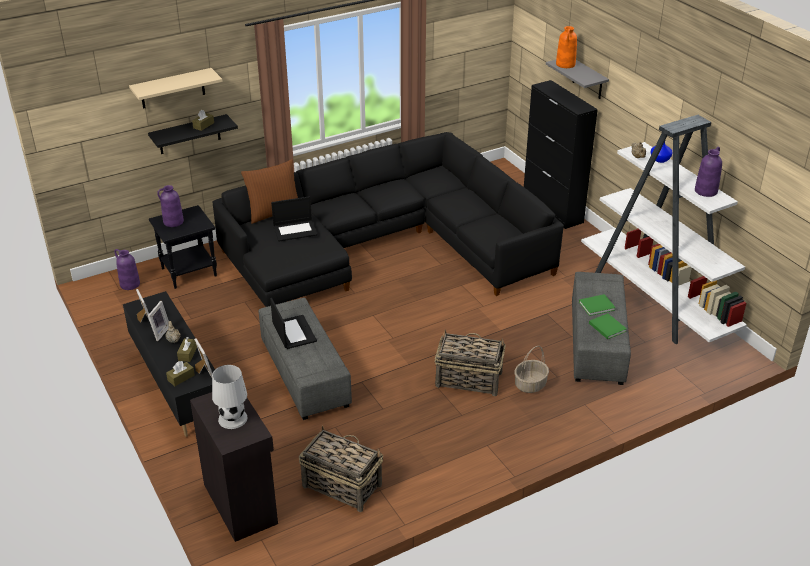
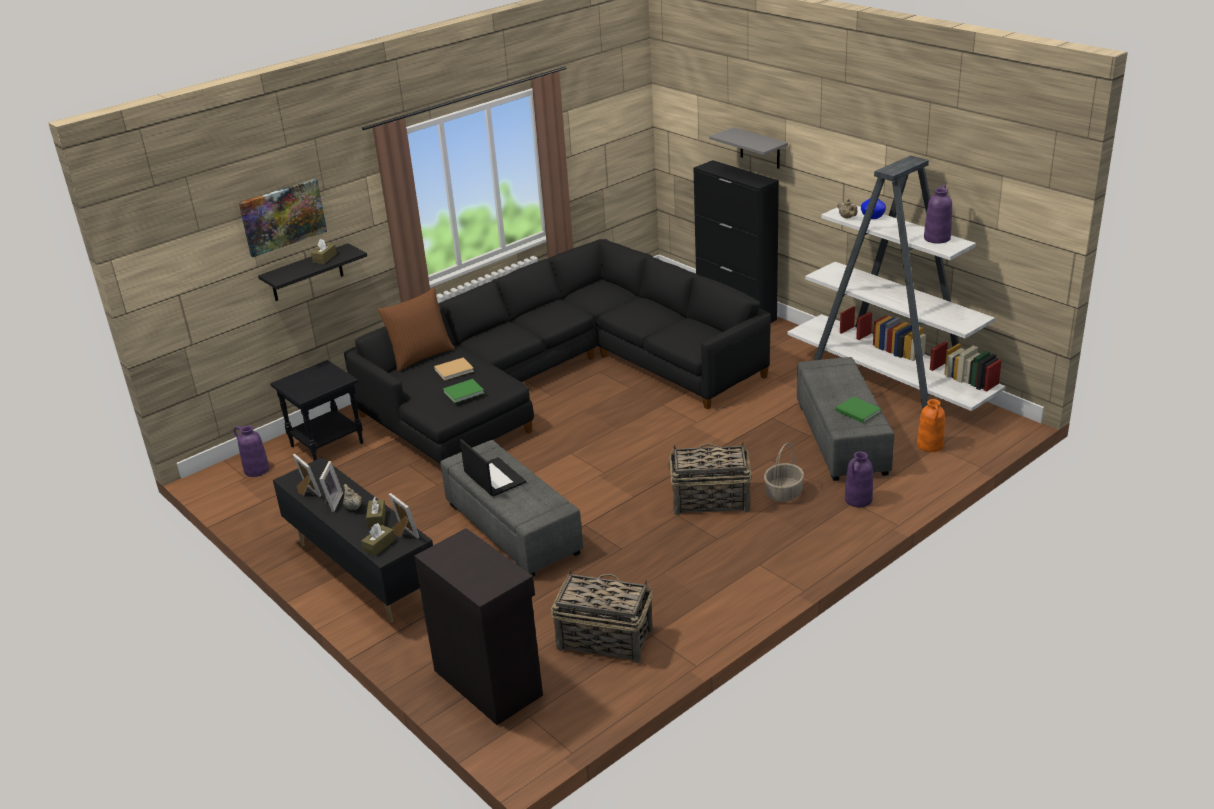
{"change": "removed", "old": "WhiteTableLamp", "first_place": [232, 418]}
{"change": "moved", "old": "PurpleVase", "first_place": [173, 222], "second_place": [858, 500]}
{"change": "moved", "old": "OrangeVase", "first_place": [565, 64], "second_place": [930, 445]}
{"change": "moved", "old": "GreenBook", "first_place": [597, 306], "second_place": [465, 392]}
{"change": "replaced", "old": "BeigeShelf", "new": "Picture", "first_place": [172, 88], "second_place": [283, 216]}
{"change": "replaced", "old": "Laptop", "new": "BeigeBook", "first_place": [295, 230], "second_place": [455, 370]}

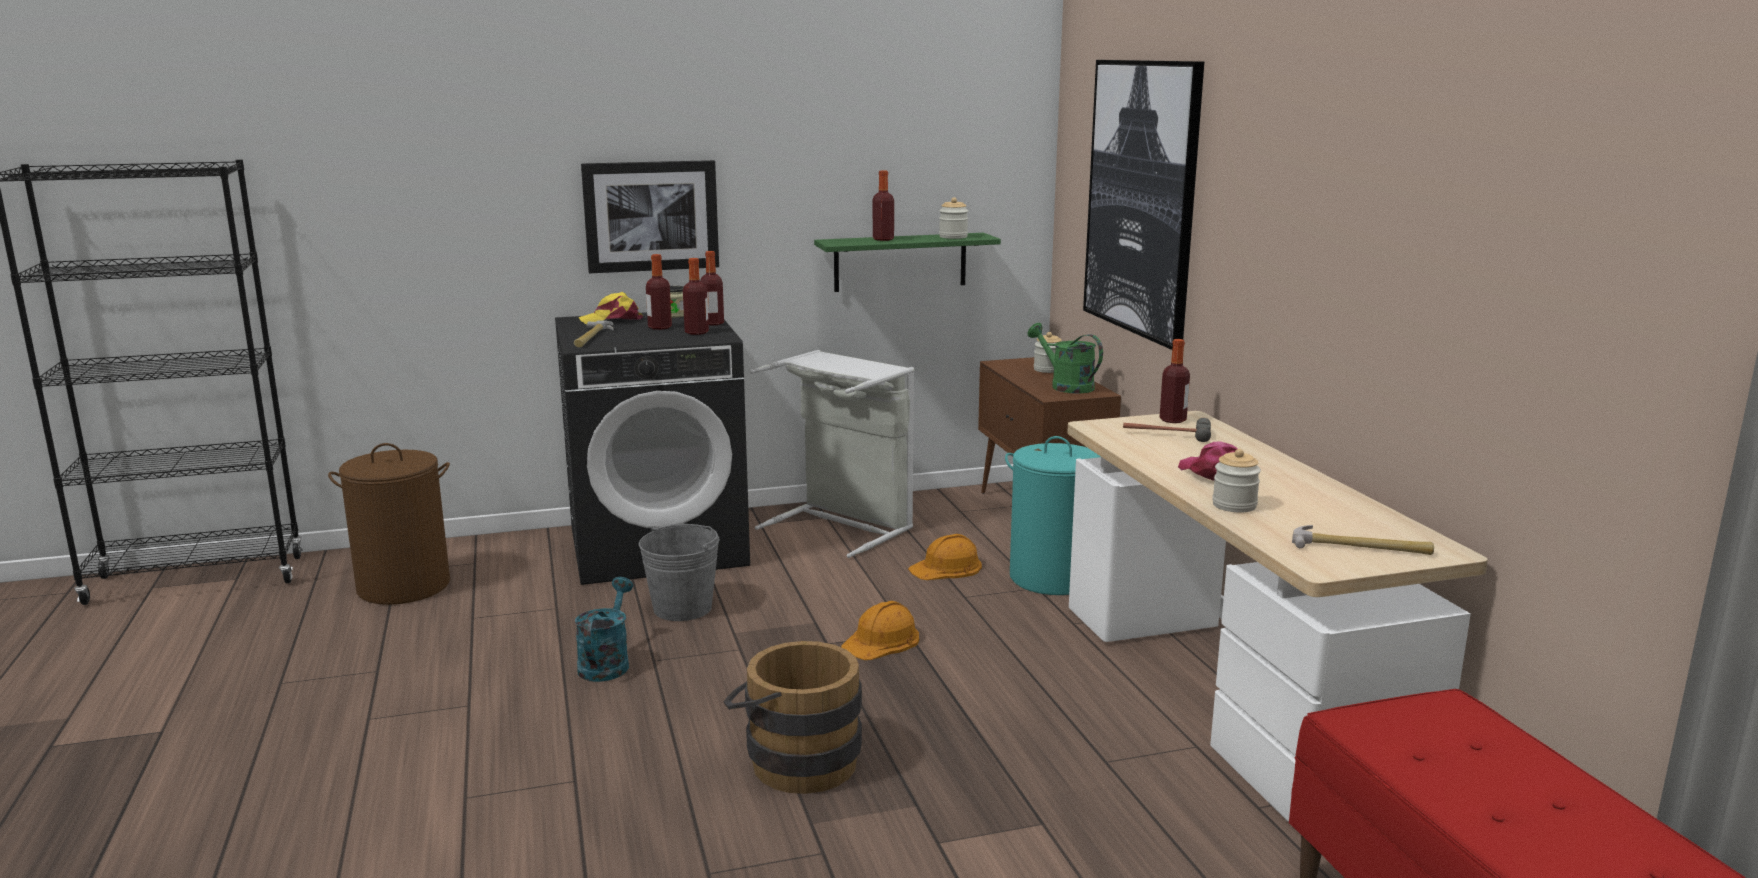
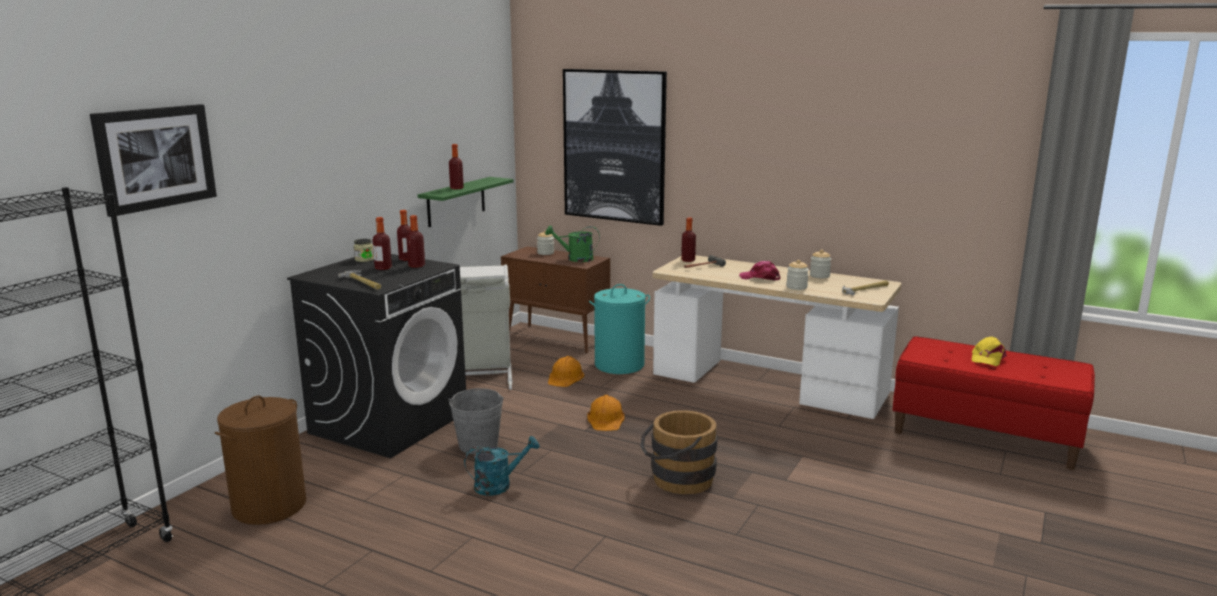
{"change": "moved", "old": "YellowCap", "first_place": [612, 320], "second_place": [987, 358]}
{"change": "moved", "old": "Picture", "first_place": [651, 216], "second_place": [155, 158]}
{"change": "moved", "old": "Jar", "first_place": [953, 237], "second_place": [819, 276]}
{"change": "turned", "old": "TurquoiseWateringCan", "first_place": [606, 663], "second_place": [499, 485], "degrees": 105}

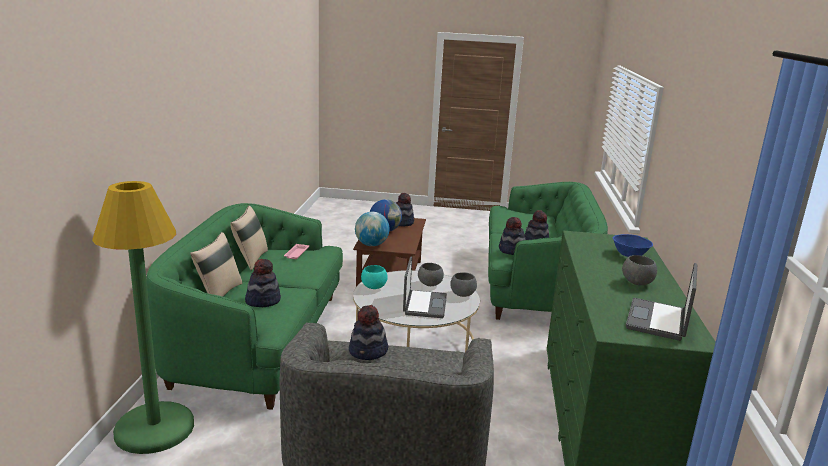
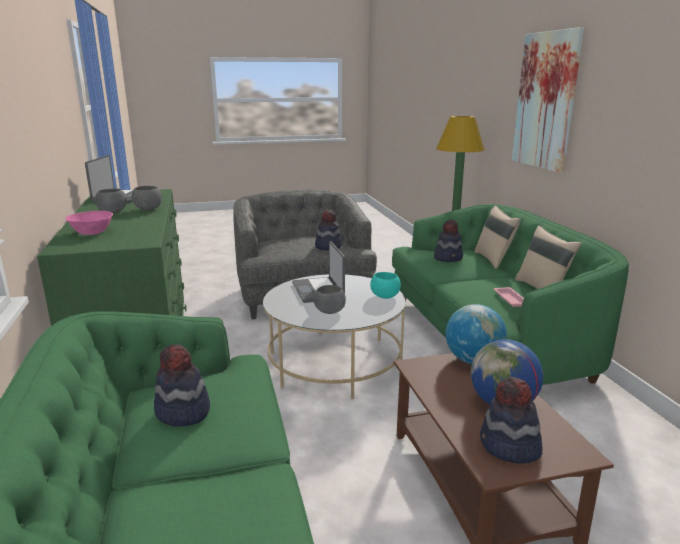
{"change": "removed", "old": "Hat", "first_place": [512, 251]}
{"change": "added", "new": "Picture", "second_place": [546, 101]}
{"change": "moved", "old": "GreyBowl", "first_place": [463, 294], "second_place": [148, 209]}
{"change": "recoloured", "old": "BlueBowl", "new": "PinkBowl", "first_place": [630, 254], "second_place": [91, 232]}

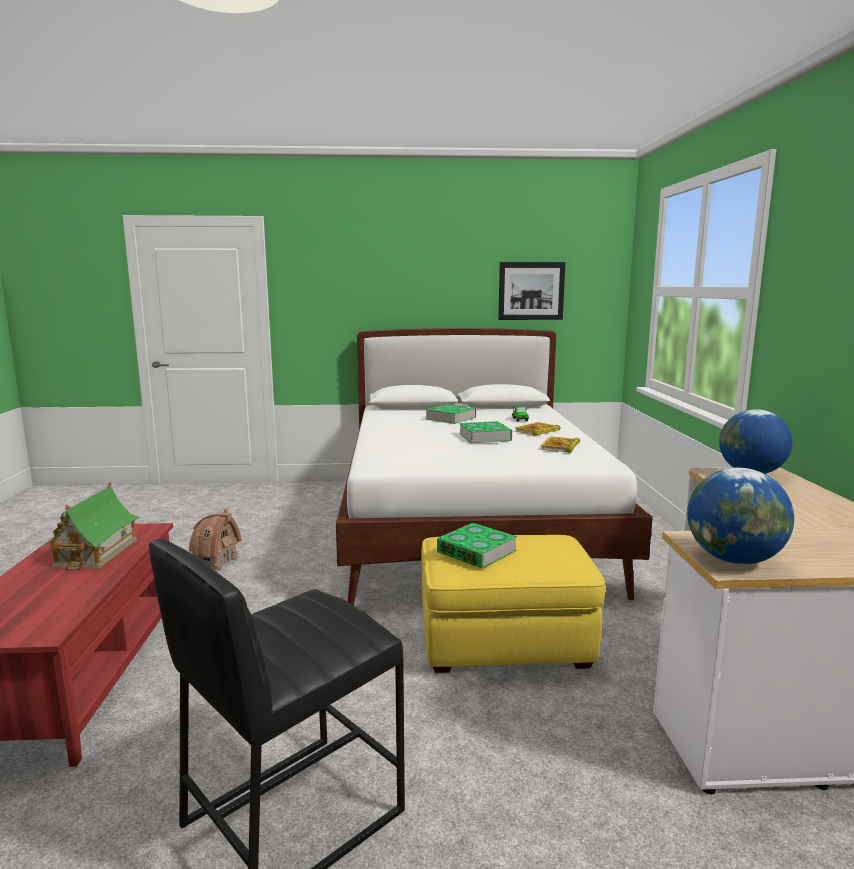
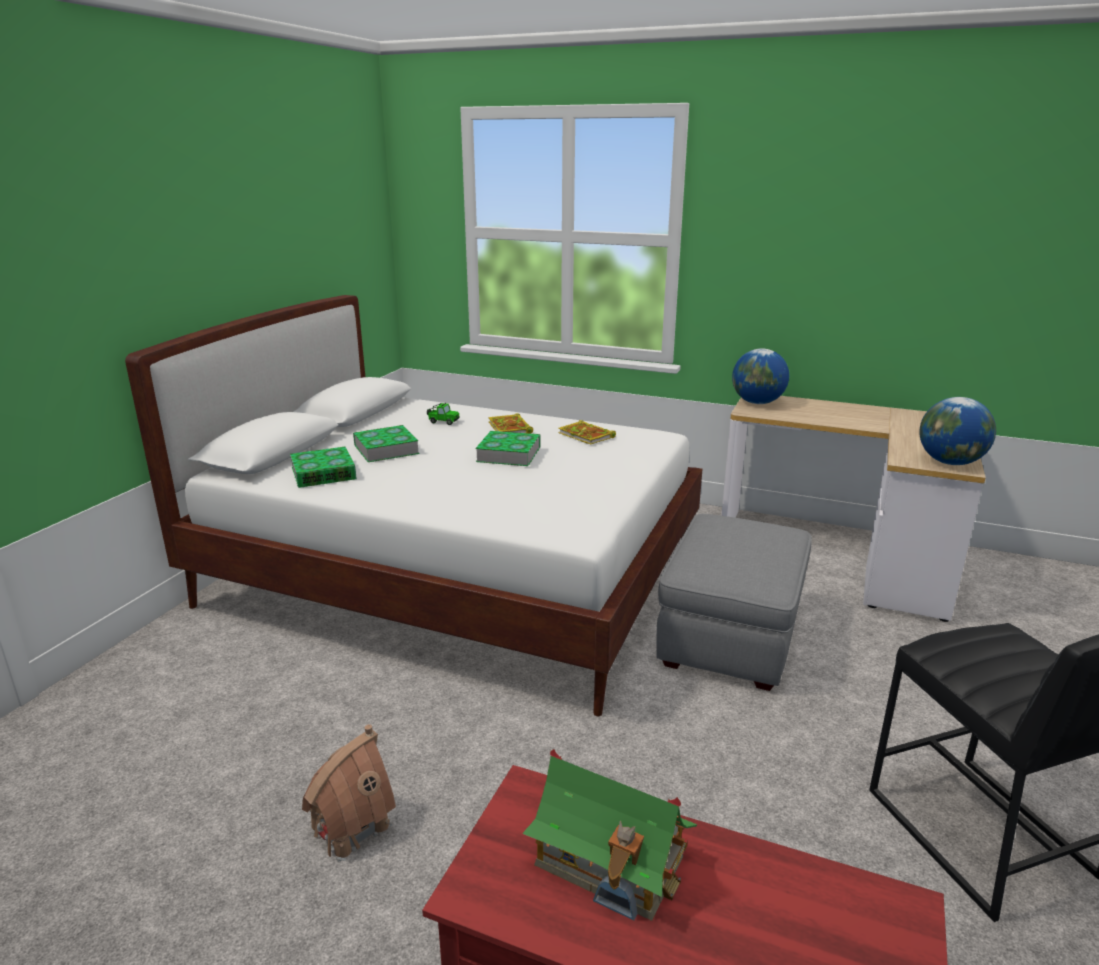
{"change": "removed", "old": "Picture", "first_place": [531, 291]}
{"change": "moved", "old": "Book", "first_place": [476, 551], "second_place": [323, 473]}
{"change": "recoloured", "old": "YellowOttoman", "new": "GreyOttoman", "first_place": [505, 642], "second_place": [731, 635]}

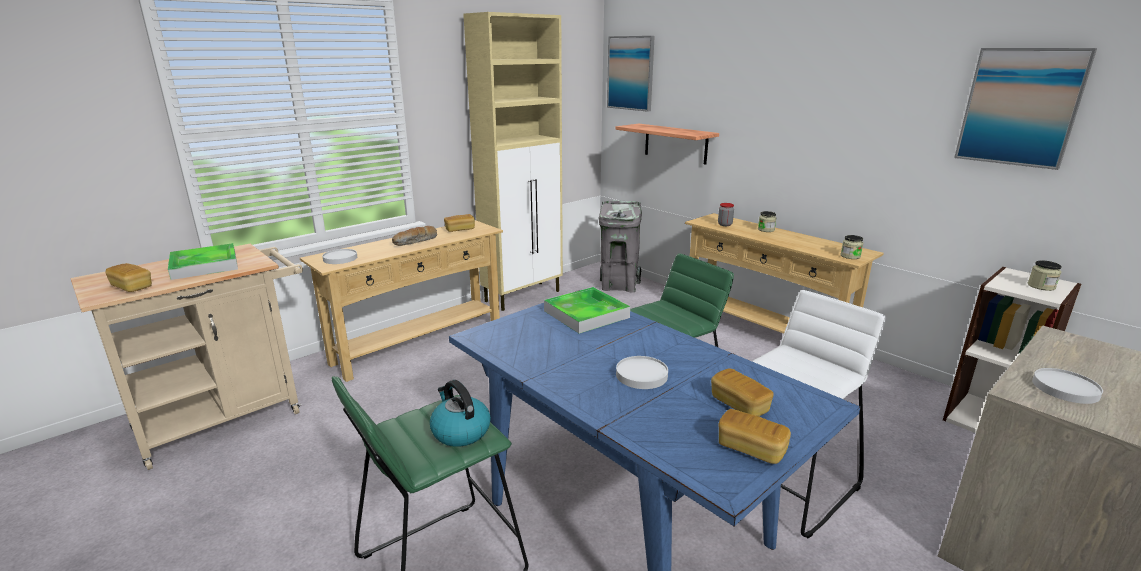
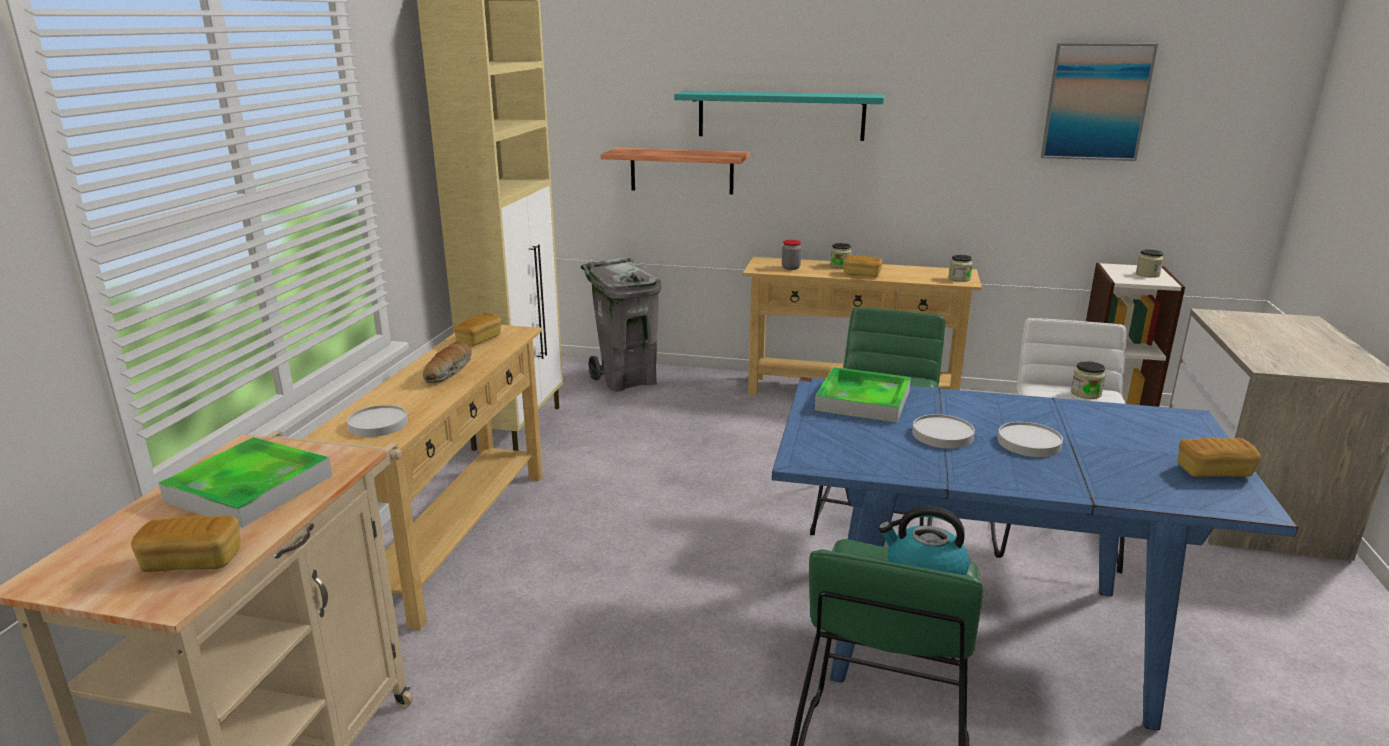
{"change": "removed", "old": "Picture", "first_place": [631, 73]}
{"change": "added", "new": "TurquoiseShelf", "second_place": [780, 115]}
{"change": "added", "new": "Jar", "second_place": [1086, 393]}
{"change": "moved", "old": "Bread", "first_place": [739, 405], "second_place": [862, 274]}
{"change": "moved", "old": "WhitePlate", "first_place": [1065, 388], "second_place": [943, 435]}

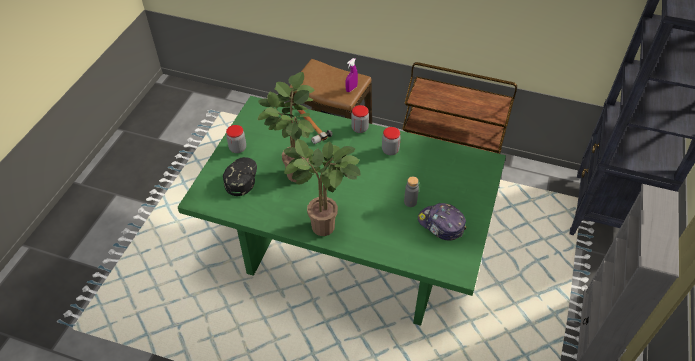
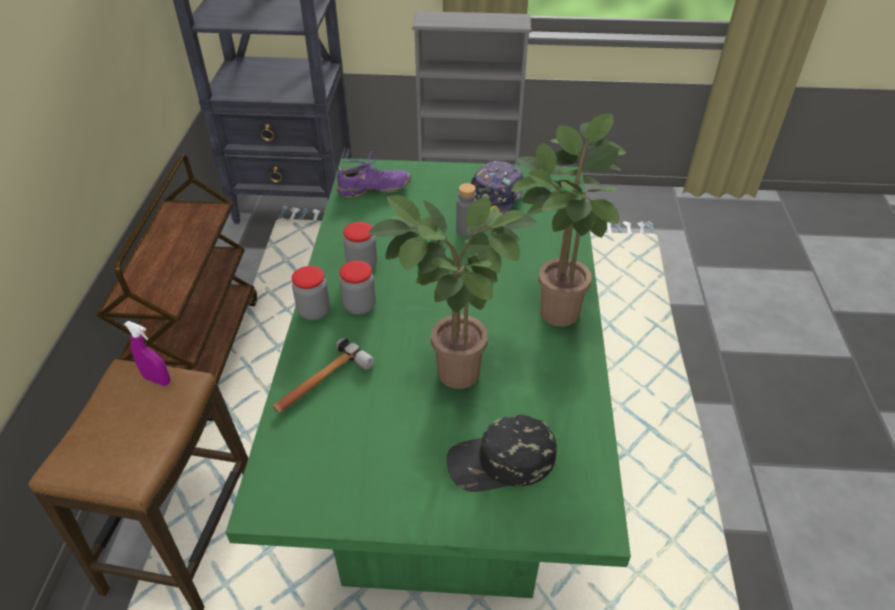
{"change": "added", "new": "PurpleShoe", "second_place": [373, 189]}
{"change": "moved", "old": "Jar", "first_place": [238, 148], "second_place": [359, 306]}

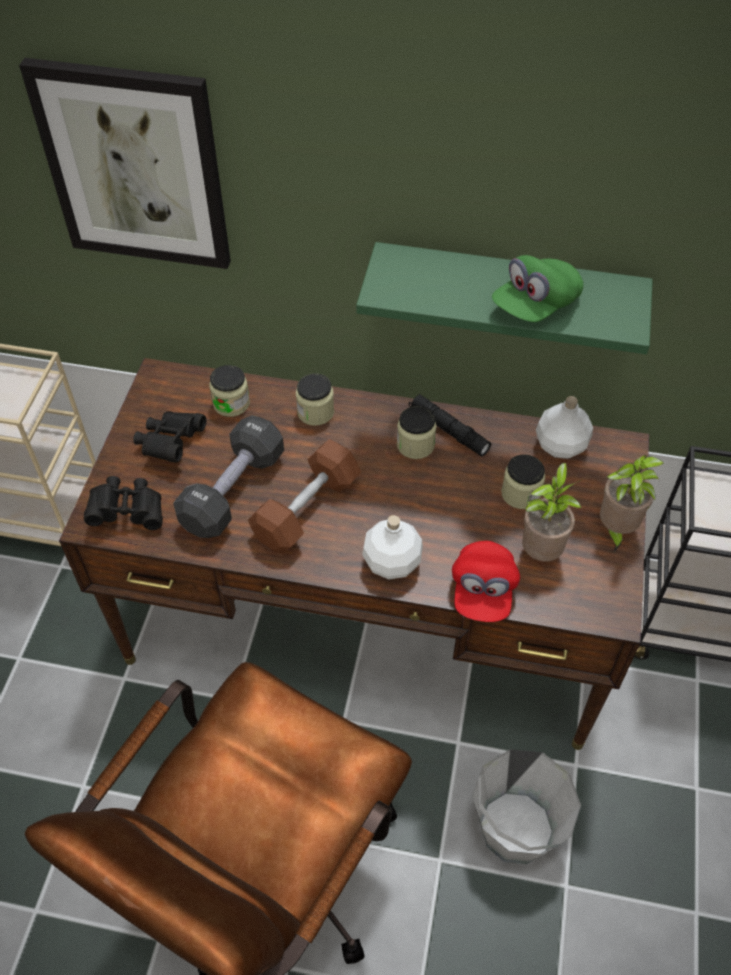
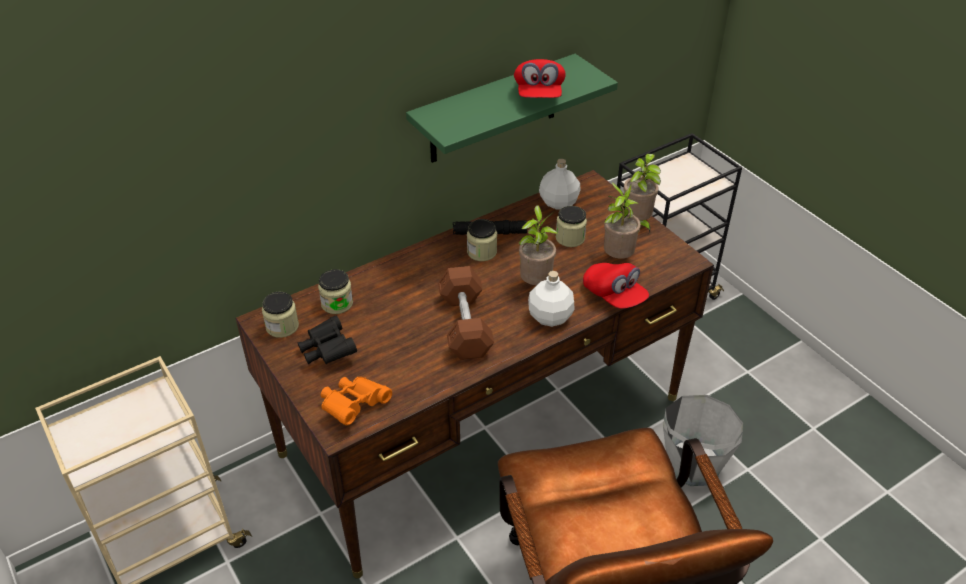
{"change": "removed", "old": "Picture", "first_place": [135, 166]}
{"change": "removed", "old": "BlackDumbbell", "first_place": [233, 491]}
{"change": "added", "new": "PottedPlant", "second_place": [535, 283]}
{"change": "moved", "old": "Jar", "first_place": [315, 412], "second_place": [282, 326]}
{"change": "recoloured", "old": "BlackBinoculars", "new": "OrangeBinoculars", "first_place": [128, 512], "second_place": [354, 406]}
{"change": "recoloured", "old": "GreenCap", "new": "RedCap", "first_place": [535, 305], "second_place": [538, 94]}

